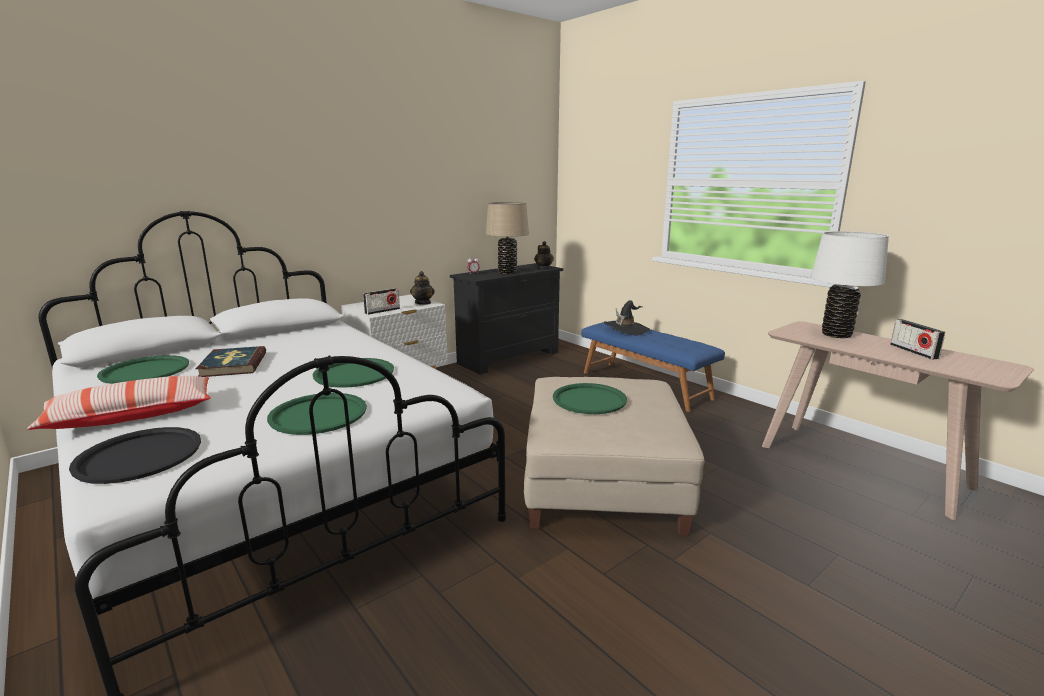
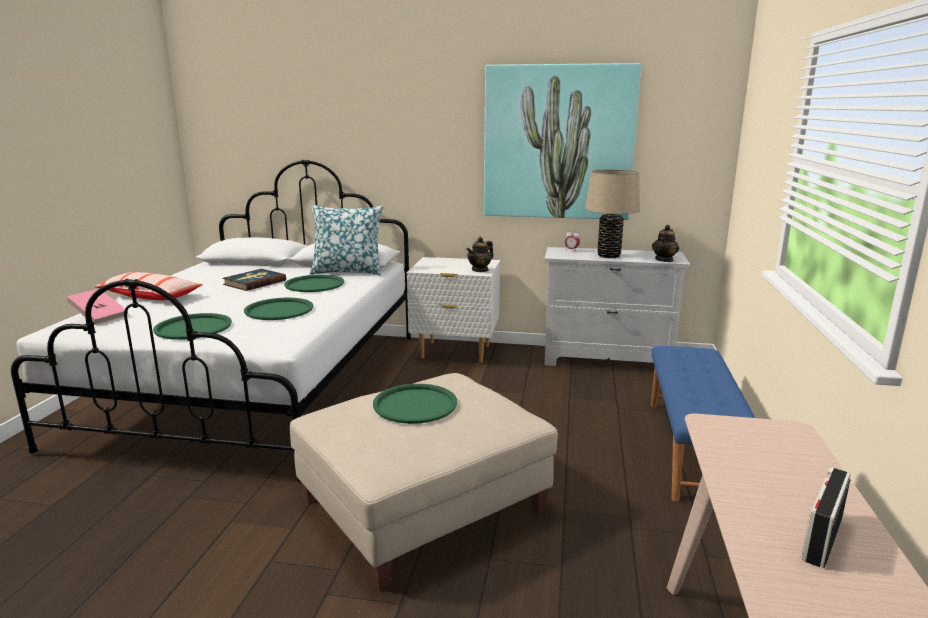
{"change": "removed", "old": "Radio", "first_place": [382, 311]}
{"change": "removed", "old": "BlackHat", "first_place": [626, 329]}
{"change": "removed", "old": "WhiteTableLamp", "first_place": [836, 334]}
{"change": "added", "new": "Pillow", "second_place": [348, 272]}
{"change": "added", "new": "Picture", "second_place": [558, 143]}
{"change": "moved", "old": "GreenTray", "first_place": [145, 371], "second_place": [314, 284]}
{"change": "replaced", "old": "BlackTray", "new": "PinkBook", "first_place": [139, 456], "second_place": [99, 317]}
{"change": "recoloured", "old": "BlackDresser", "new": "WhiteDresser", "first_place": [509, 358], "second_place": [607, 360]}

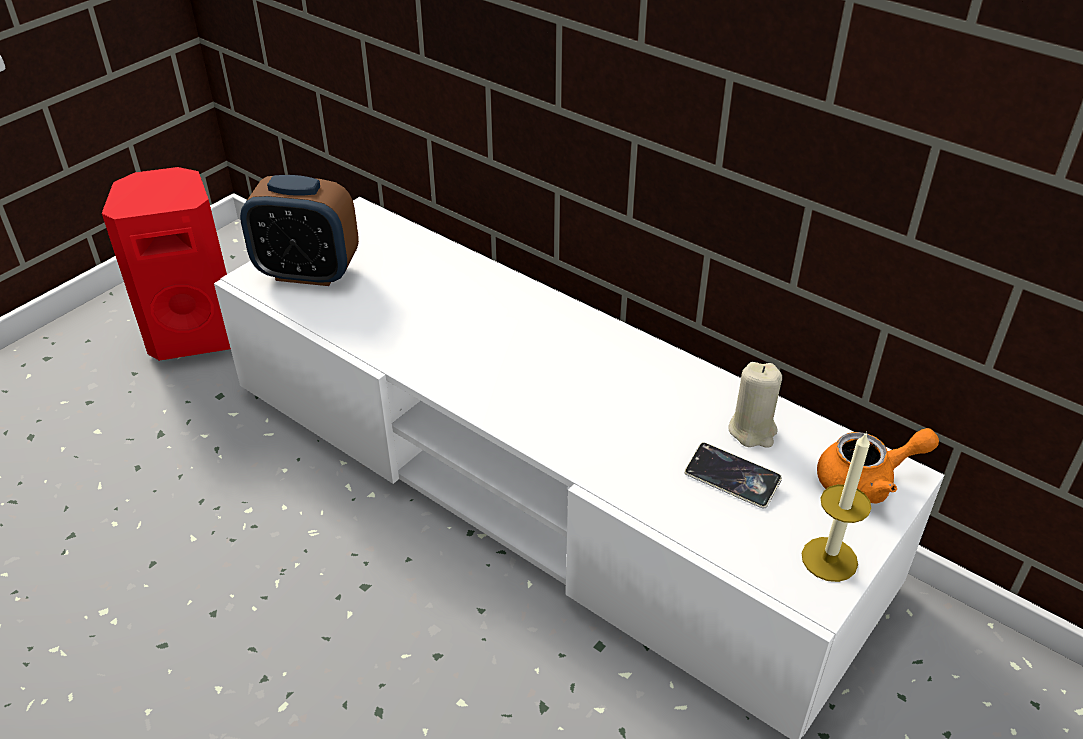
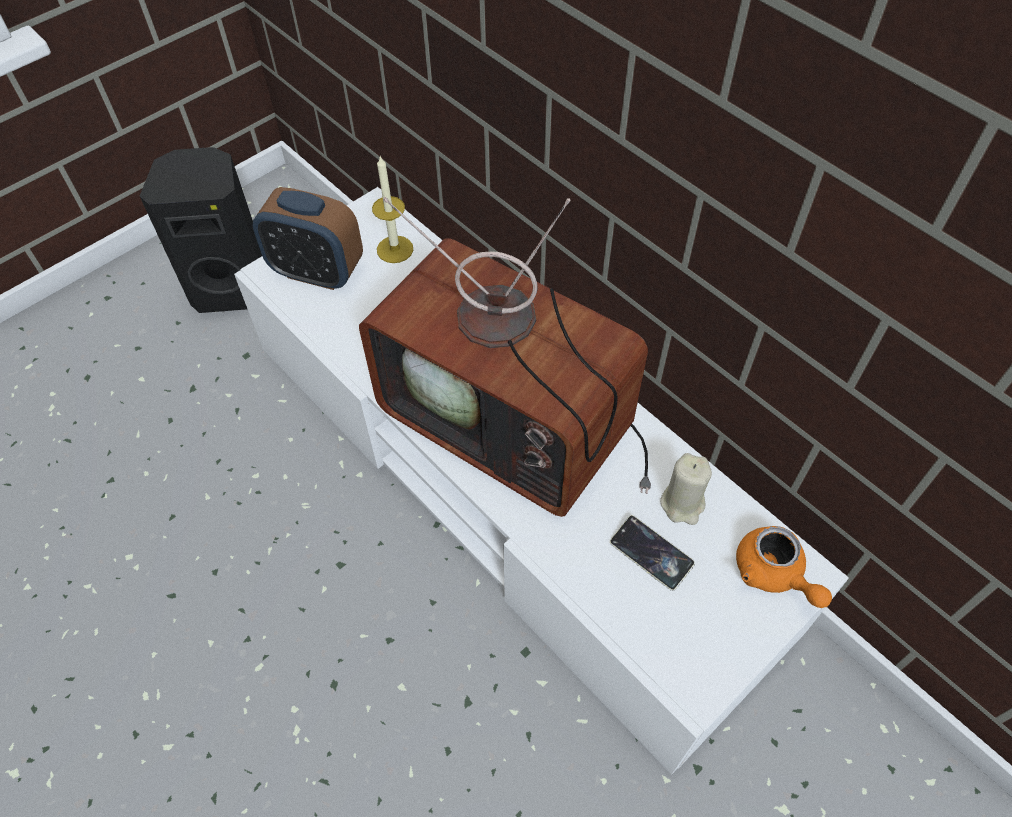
{"change": "added", "new": "Television", "second_place": [515, 424]}
{"change": "moved", "old": "Candle", "first_place": [829, 559], "second_place": [395, 249]}
{"change": "recoloured", "old": "RedSpeaker", "new": "BlackSpeaker", "first_place": [196, 334], "second_place": [234, 287]}
{"change": "turned", "old": "OrangeTeapot", "first_place": [866, 481], "second_place": [774, 575], "degrees": 60}

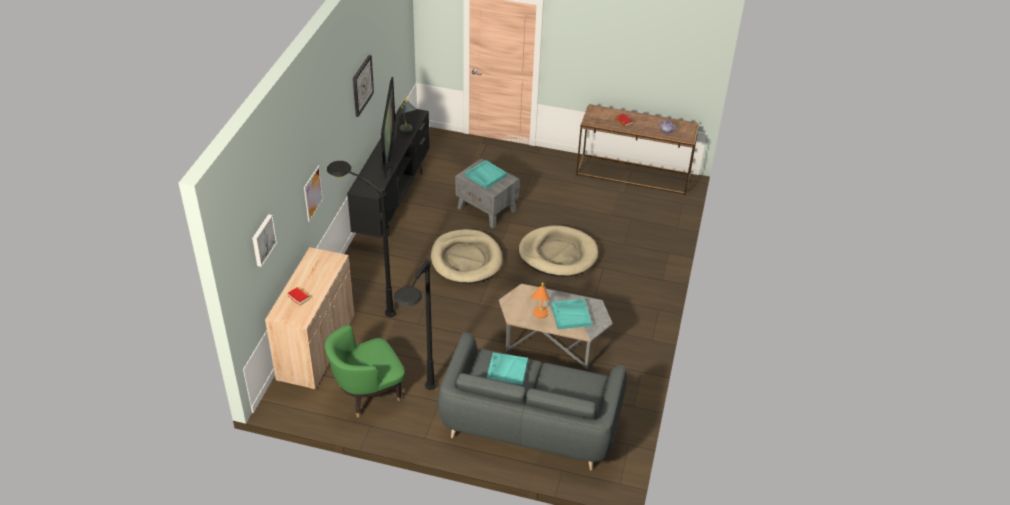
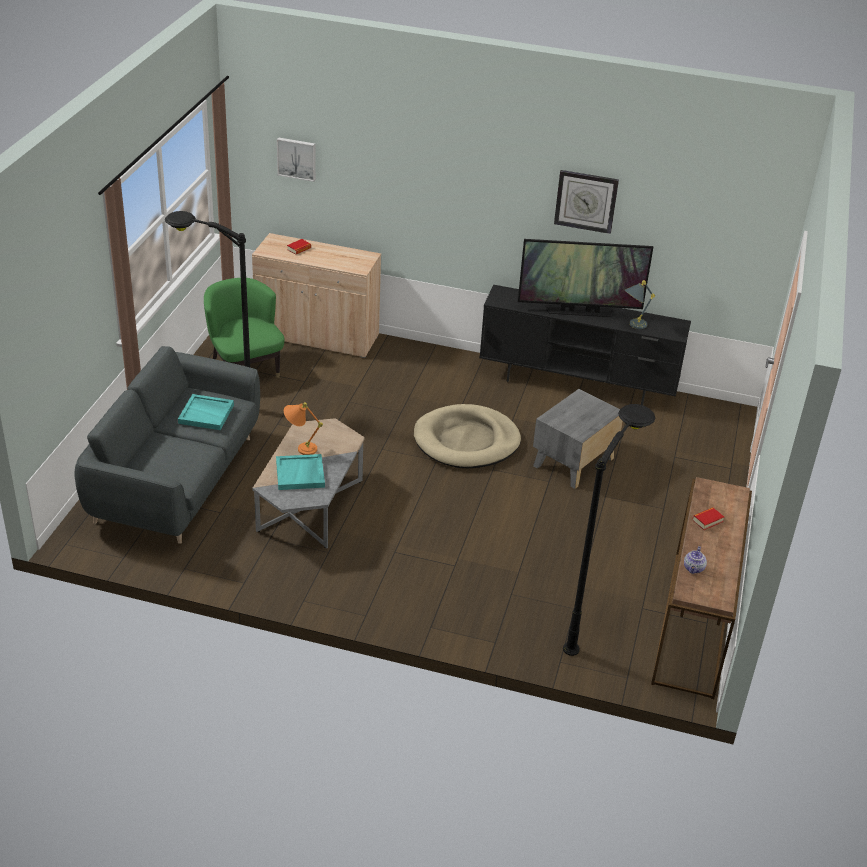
{"change": "removed", "old": "Picture", "first_place": [313, 193]}
{"change": "removed", "old": "TurquoiseTray", "first_place": [485, 175]}
{"change": "removed", "old": "BeigeDogBed", "first_place": [558, 254]}
{"change": "moved", "old": "BlackFloorLamp", "first_place": [362, 300], "second_place": [594, 618]}

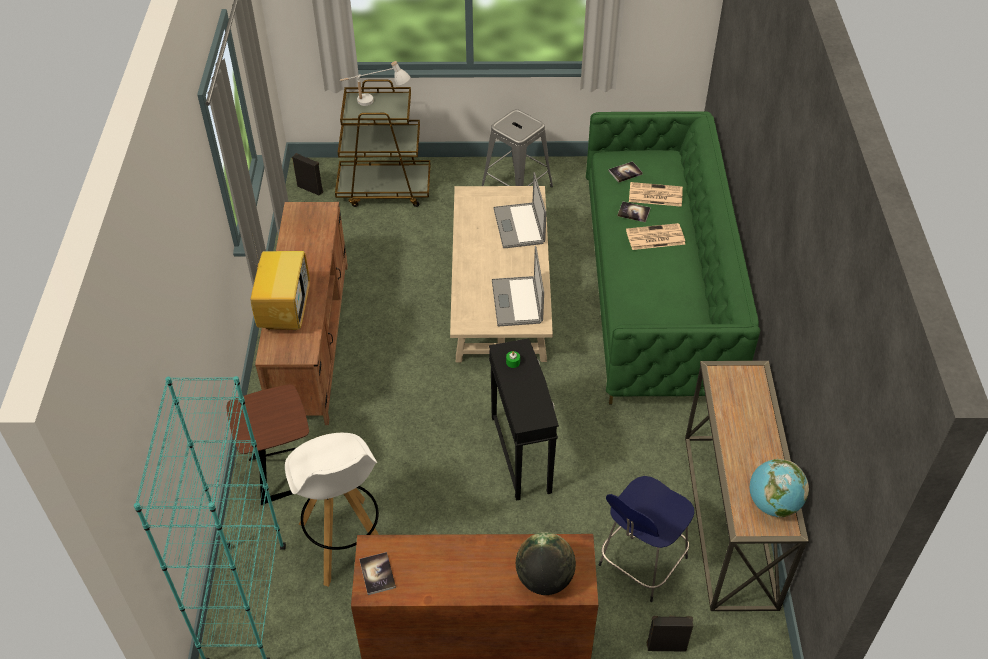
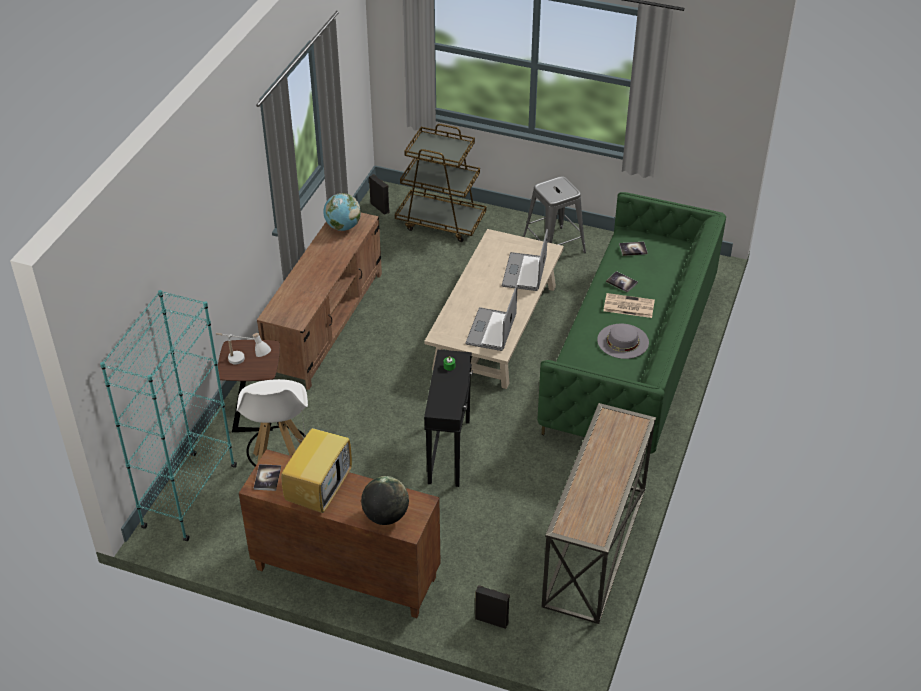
{"change": "removed", "old": "BlueStool", "first_place": [640, 563]}
{"change": "removed", "old": "Newspaper", "first_place": [654, 195]}
{"change": "added", "new": "GreyHat", "second_place": [623, 341]}
{"change": "moved", "old": "Television", "first_place": [284, 311], "second_place": [319, 489]}
{"change": "moved", "old": "WhiteTableLamp", "first_place": [376, 103], "second_place": [245, 364]}
{"change": "moved", "old": "Globe", "first_place": [773, 504], "second_place": [343, 227]}

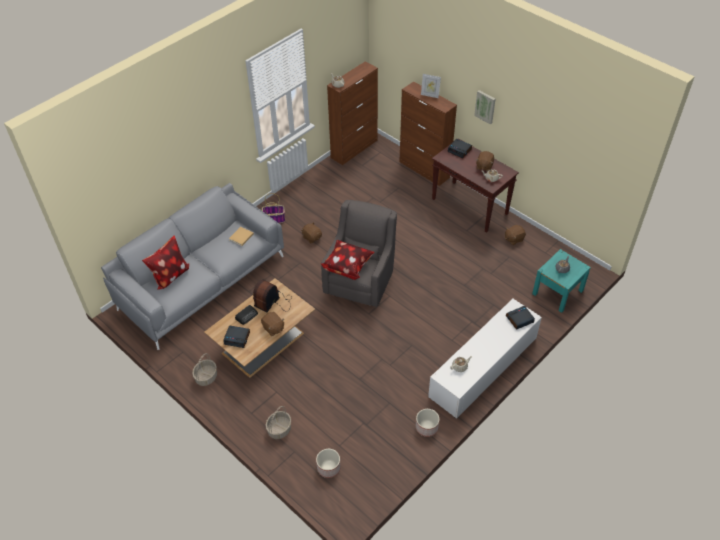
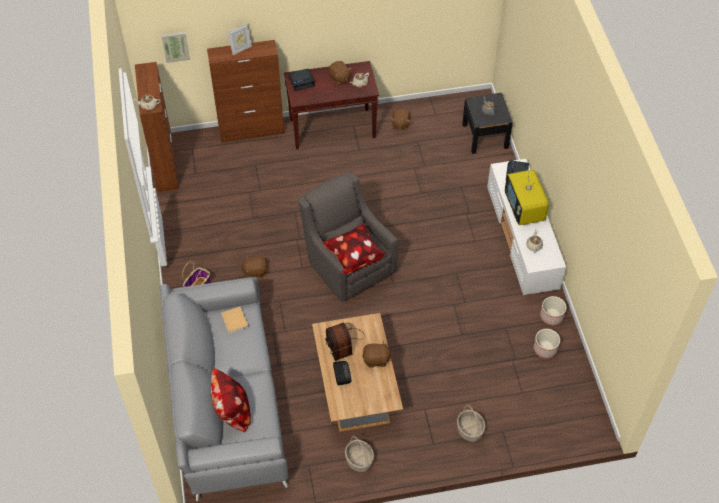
{"change": "removed", "old": "AlarmClock", "first_place": [237, 338]}
{"change": "added", "new": "Television", "second_place": [524, 210]}
{"change": "moved", "old": "Planter", "first_place": [328, 468], "second_place": [545, 349]}
{"change": "moved", "old": "Picture", "first_place": [485, 106], "second_place": [175, 46]}
{"change": "recoloured", "old": "TurquoiseNightstand", "new": "BlackNightstand", "first_place": [557, 292], "second_place": [485, 136]}

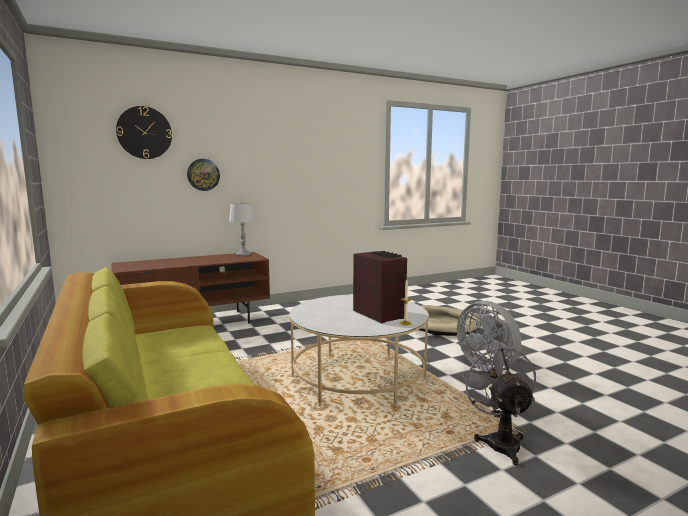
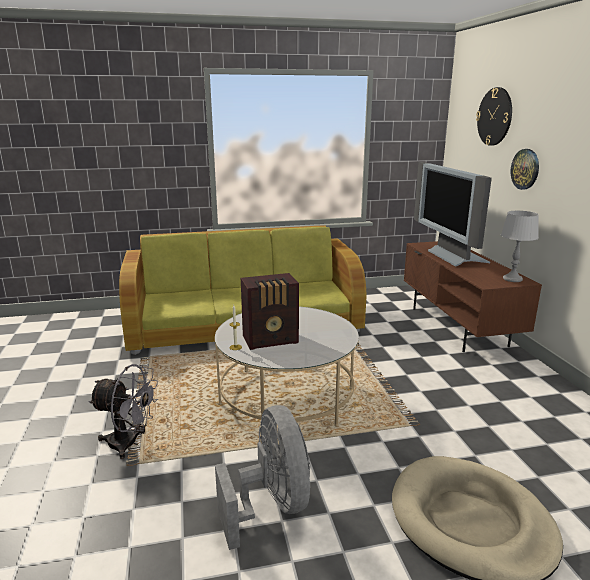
{"change": "added", "new": "Television", "second_place": [454, 257]}
{"change": "turned", "old": "GreyFan", "first_place": [489, 366], "second_place": [272, 505], "degrees": 90}

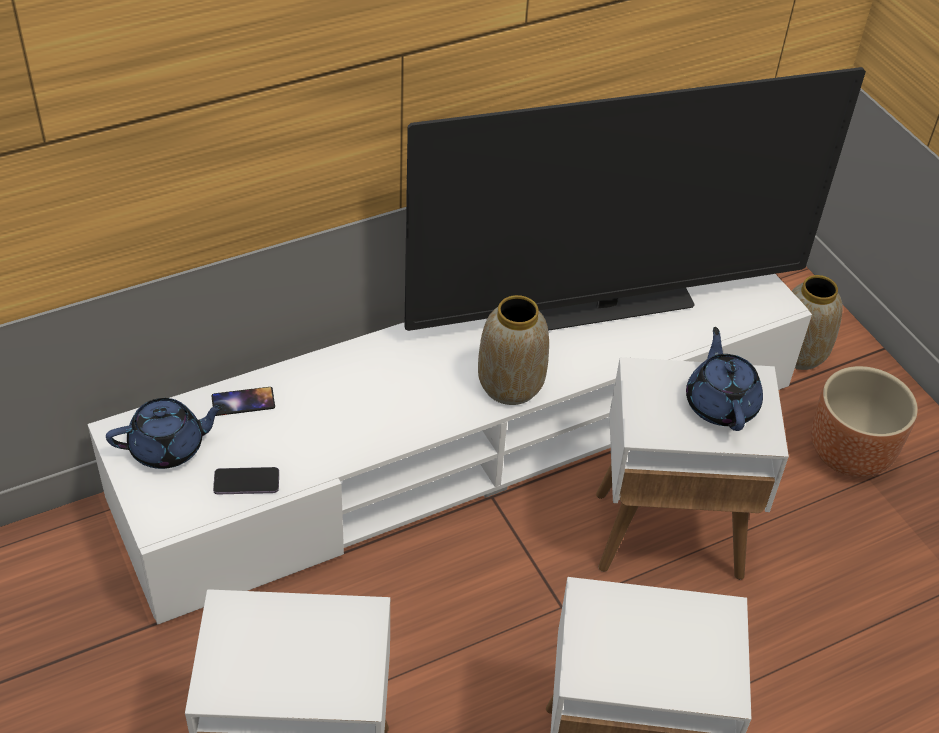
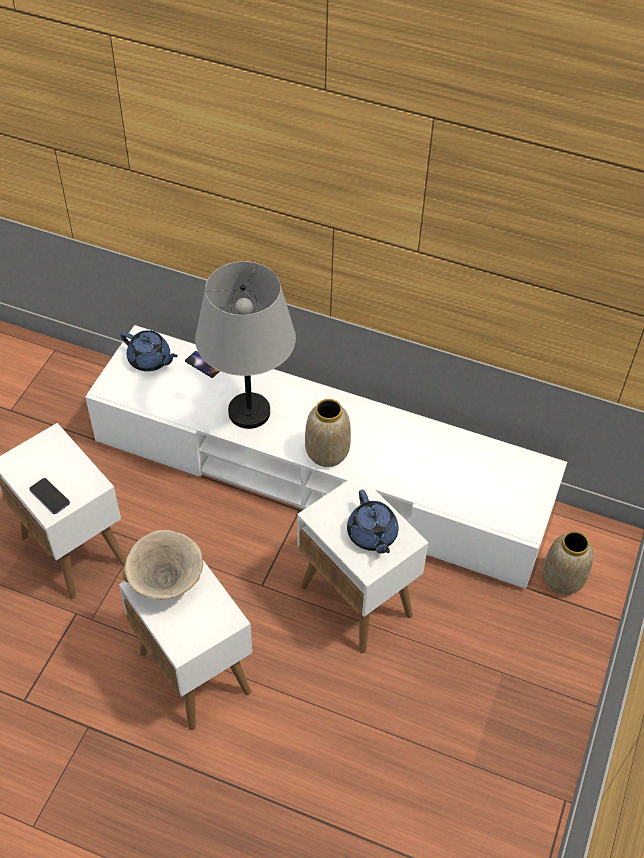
{"change": "removed", "old": "Television", "first_place": [606, 309]}
{"change": "removed", "old": "BrownPlanter", "first_place": [850, 453]}
{"change": "added", "new": "BeigeBowl", "second_place": [167, 585]}
{"change": "added", "new": "GreyTableLamp", "second_place": [250, 412]}
{"change": "moved", "old": "Phone", "first_place": [246, 482], "second_place": [49, 497]}
{"change": "turned", "old": "BlueTeapot", "first_place": [721, 403], "second_place": [372, 535], "degrees": 120}

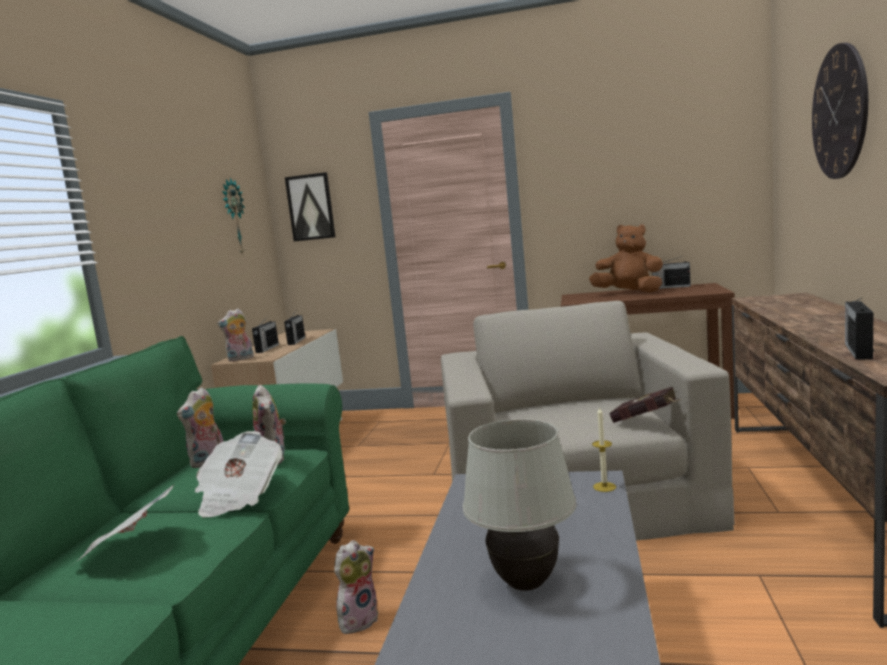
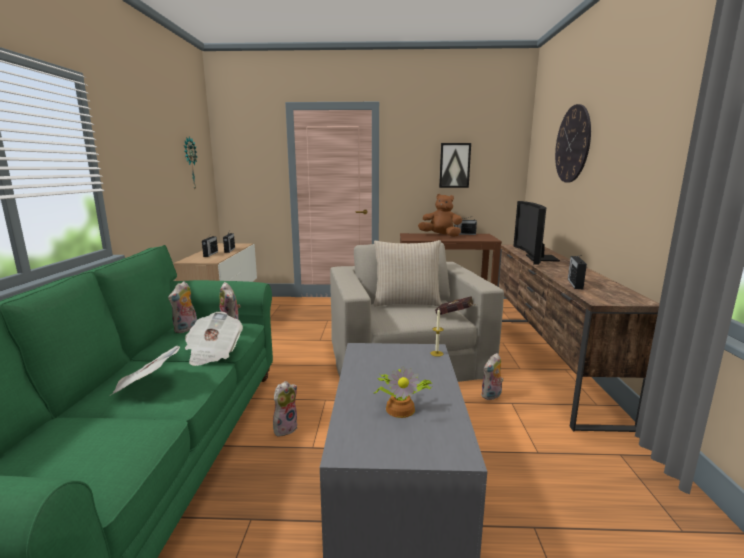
{"change": "added", "new": "BeigePillow", "second_place": [406, 303]}
{"change": "added", "new": "Television", "second_place": [536, 258]}
{"change": "moved", "old": "PlushToy", "first_place": [240, 359], "second_place": [491, 396]}
{"change": "moved", "old": "Picture", "first_place": [311, 207], "second_place": [454, 165]}
{"change": "replaced", "old": "WhiteTableLamp", "new": "PottedPlant", "first_place": [525, 583], "second_place": [401, 408]}

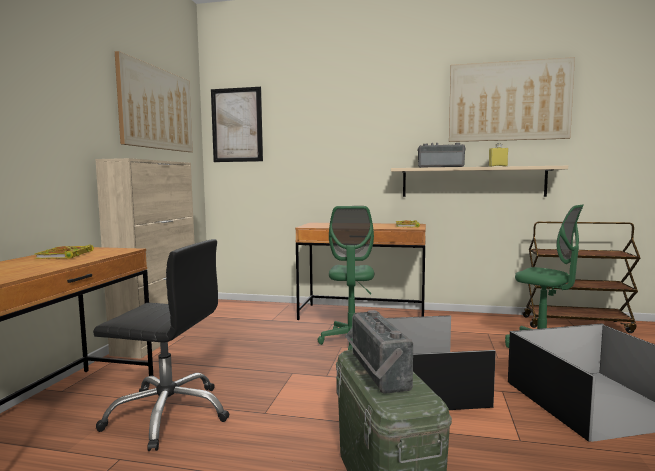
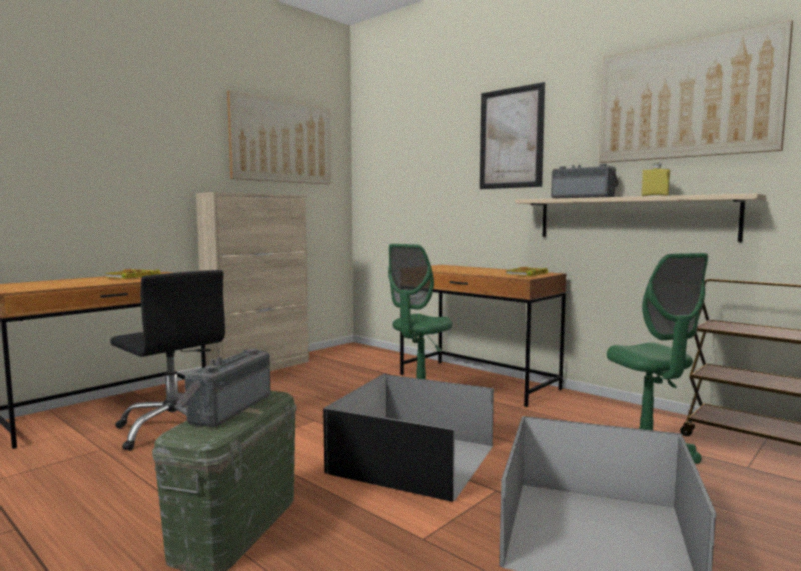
{"change": "moved", "old": "Picture", "first_place": [237, 125], "second_place": [511, 138]}

